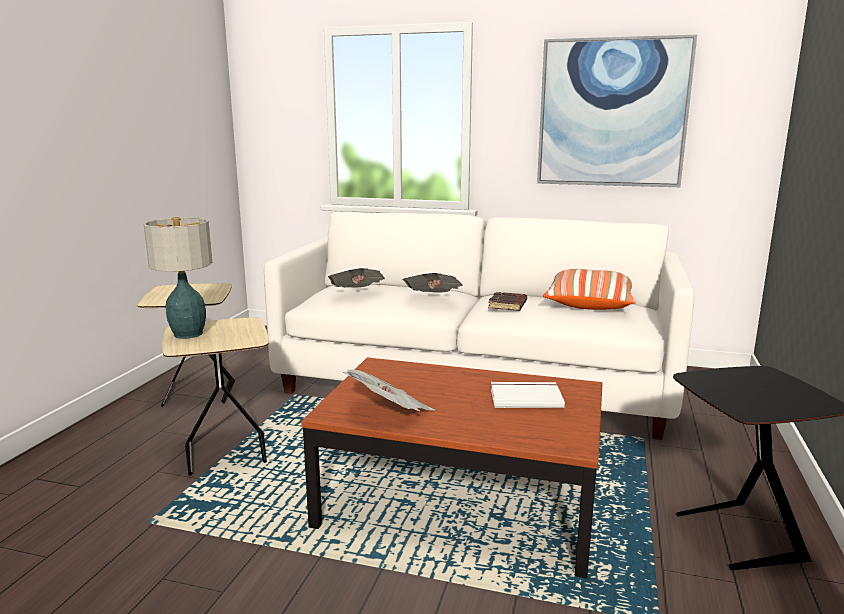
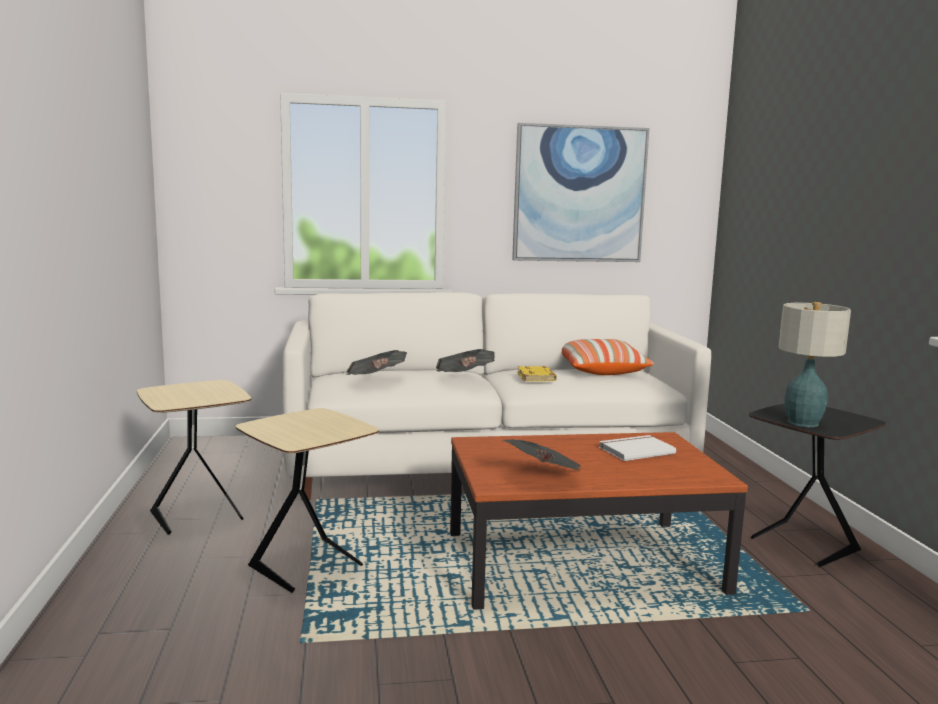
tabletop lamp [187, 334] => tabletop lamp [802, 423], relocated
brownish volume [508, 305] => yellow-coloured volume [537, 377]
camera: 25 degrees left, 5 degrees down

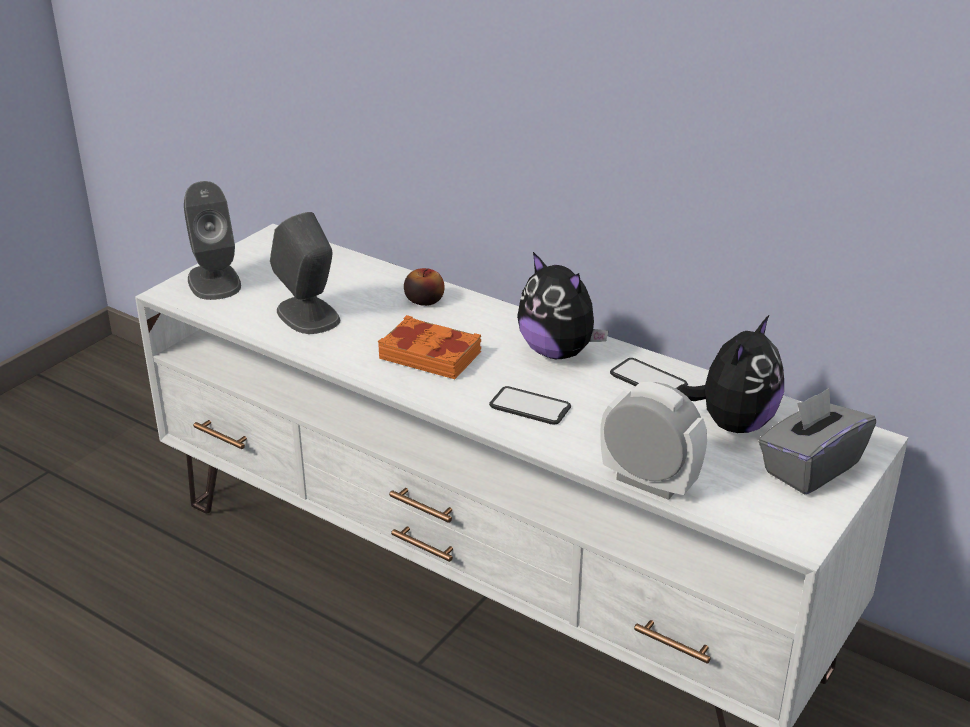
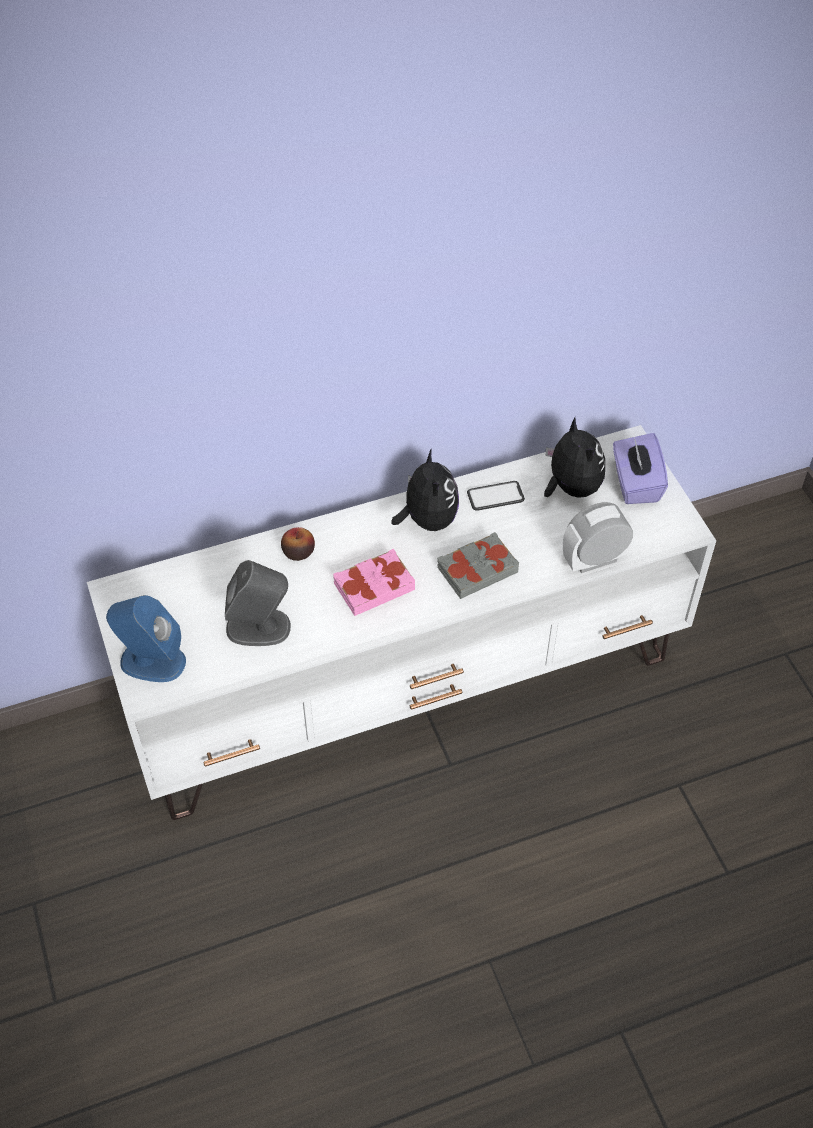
greyish speaker [214, 281] => blue-coloured speaker [152, 661]
orange volume [430, 355] => pink-coloured volume [373, 586]
telephone [530, 407] => greyish volume [476, 569]
cuddly toy [558, 352] => cuddly toy [427, 520], 90 degrees counterclockwise
greyish tissue box [810, 468] => purplish tissue box [635, 483]
camera: 55 degrees left, 20 degrees up

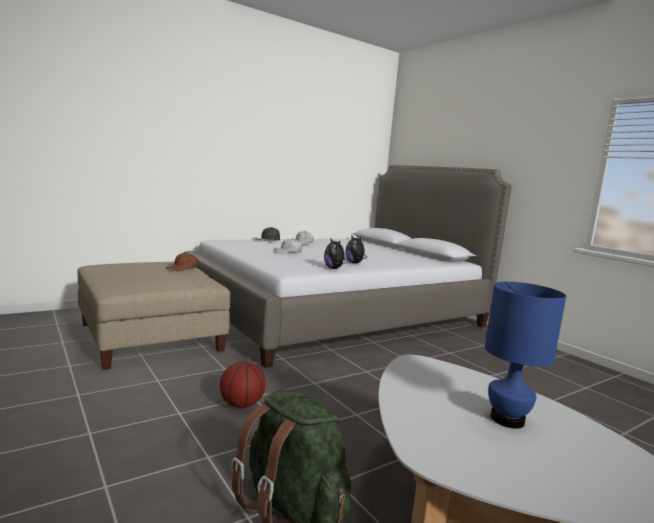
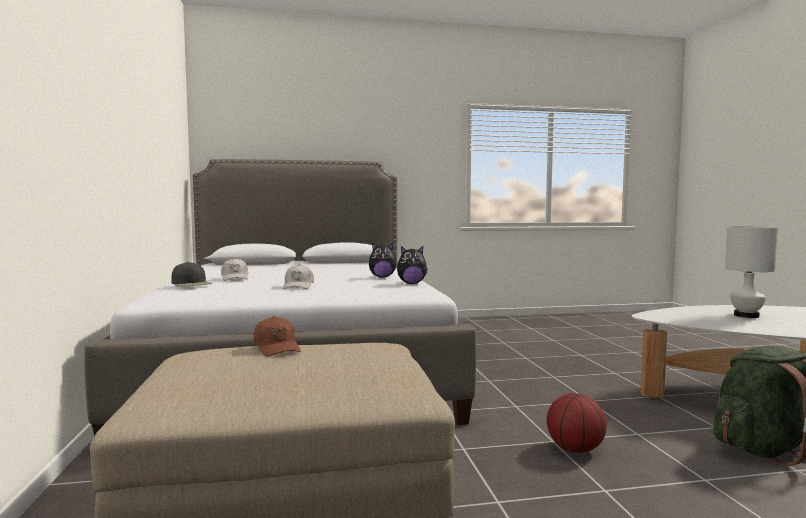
blue-coloured tabletop lamp [506, 419] => white tabletop lamp [746, 316]
camera: 65 degrees left, 5 degrees down

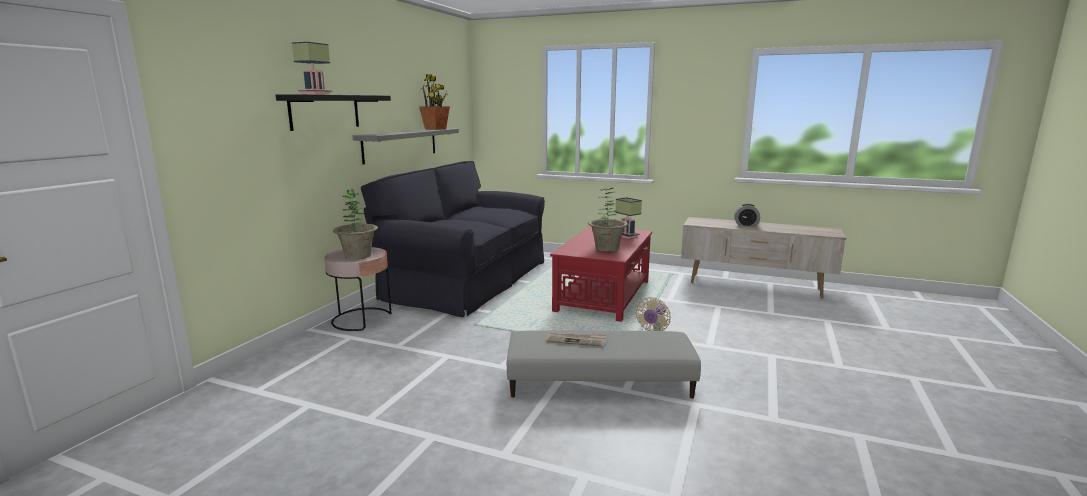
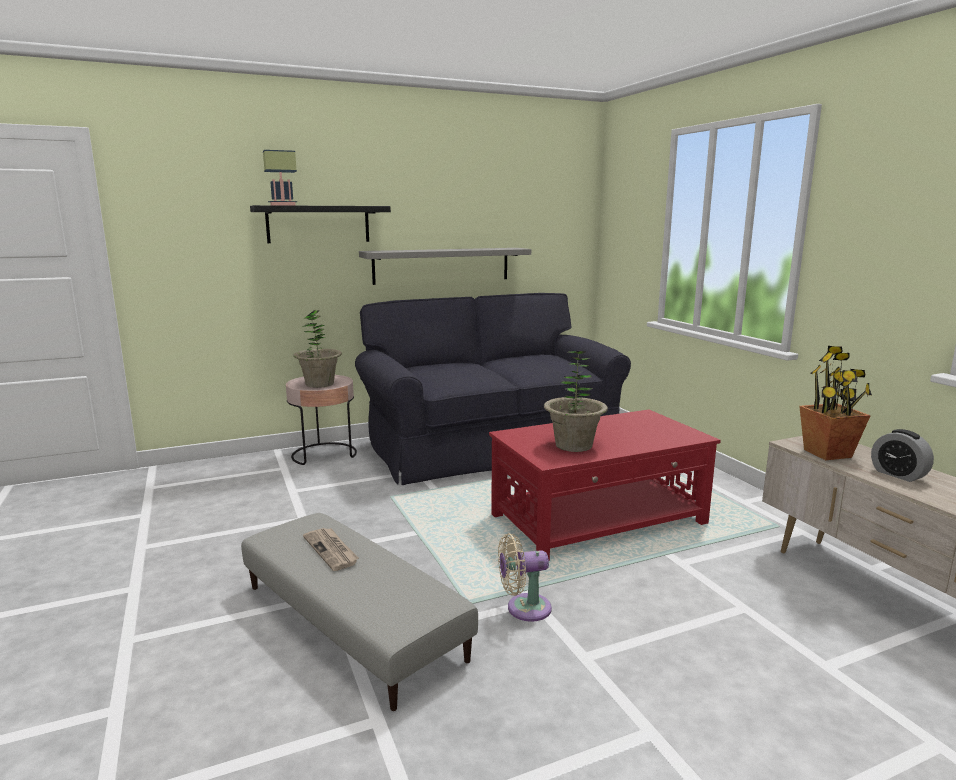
plant in a pot [435, 129] => plant in a pot [828, 453], relocated
tabletop lamp [628, 236] => nothing
camera: 45 degrees right, 0 degrees up

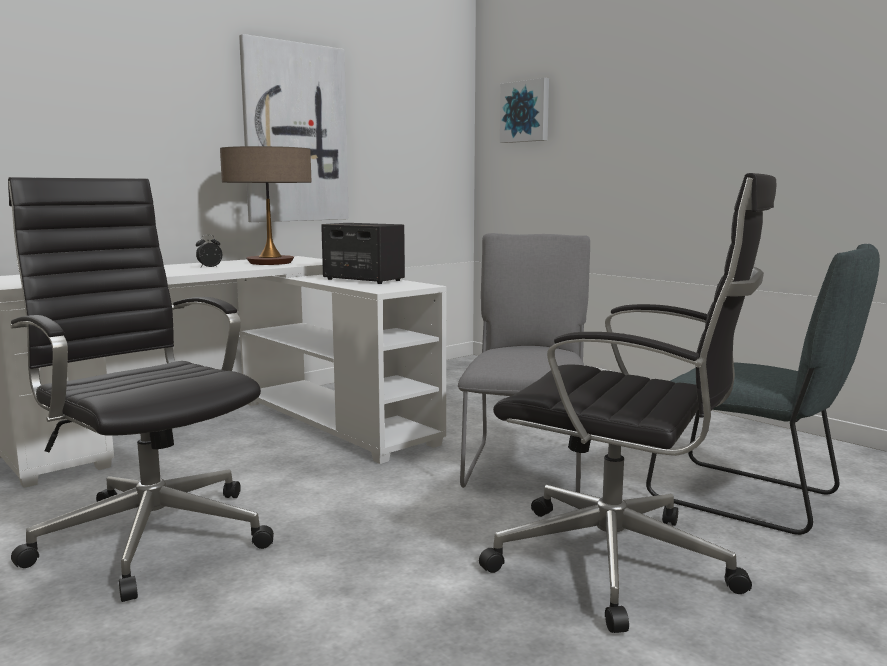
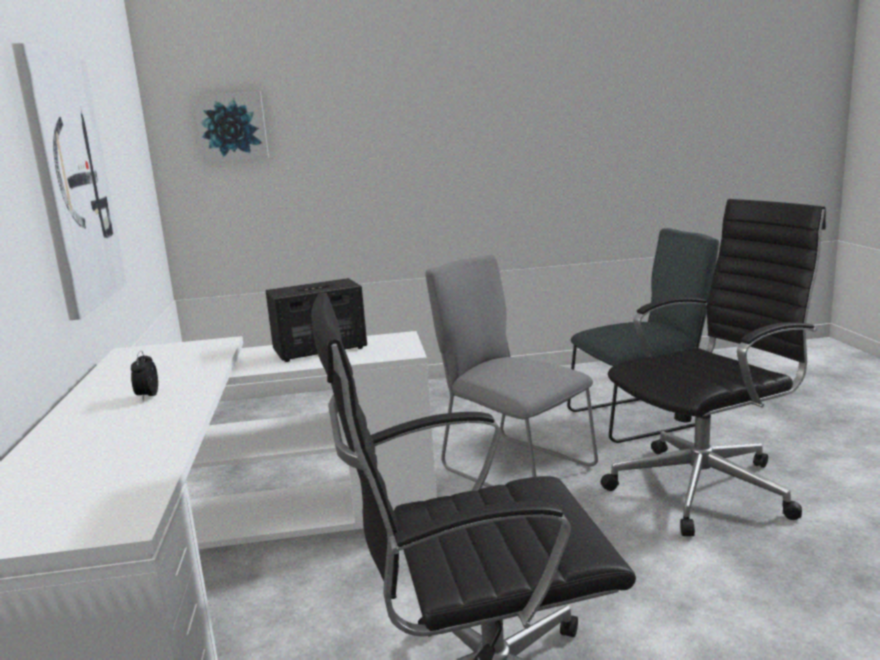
tabletop lamp [270, 263] => nothing
camera: 55 degrees left, 5 degrees up

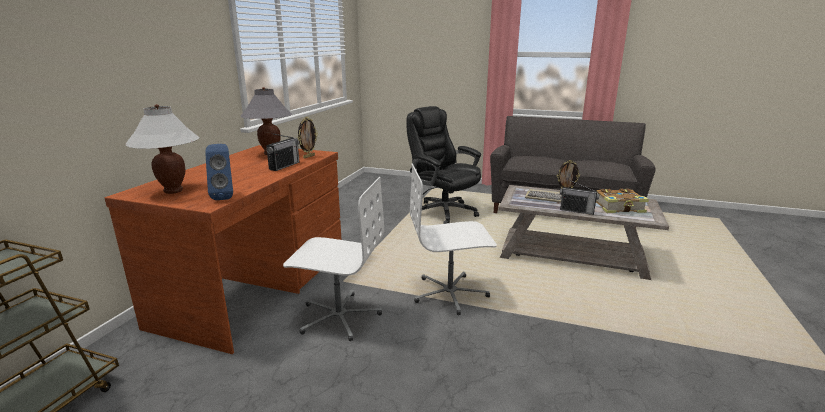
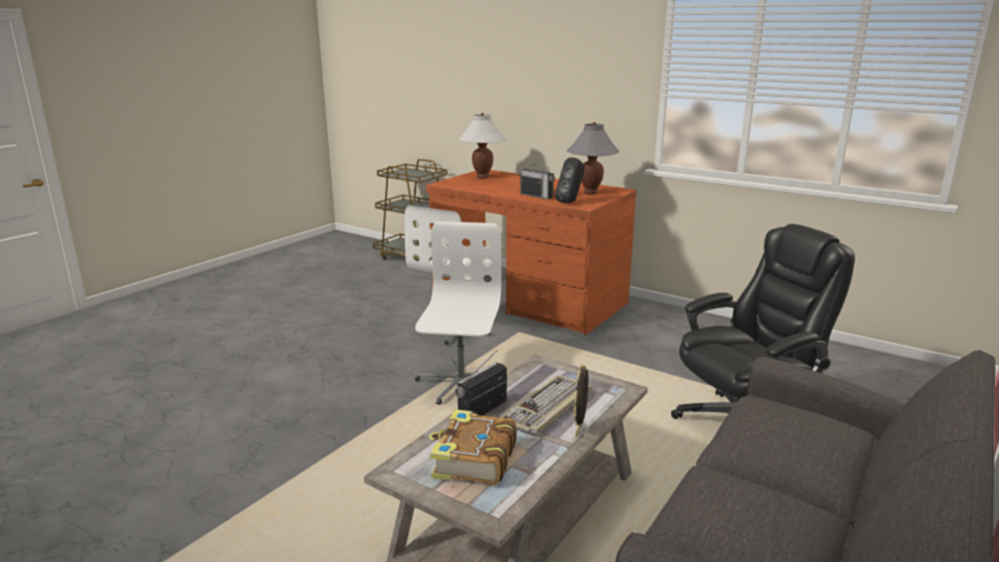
blue-coloured speaker [224, 197] => nothing
standing frame [308, 156] => black-coloured speaker [571, 202]
camera: 105 degrees right, 0 degrees up

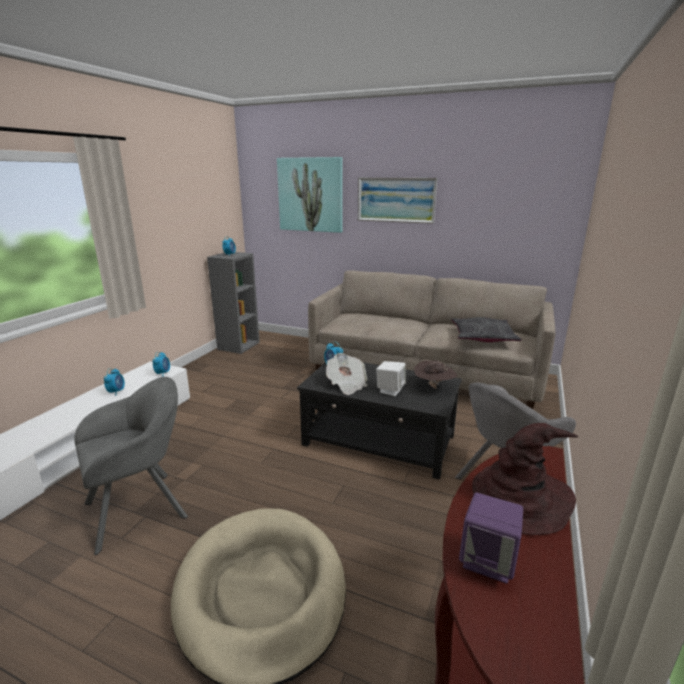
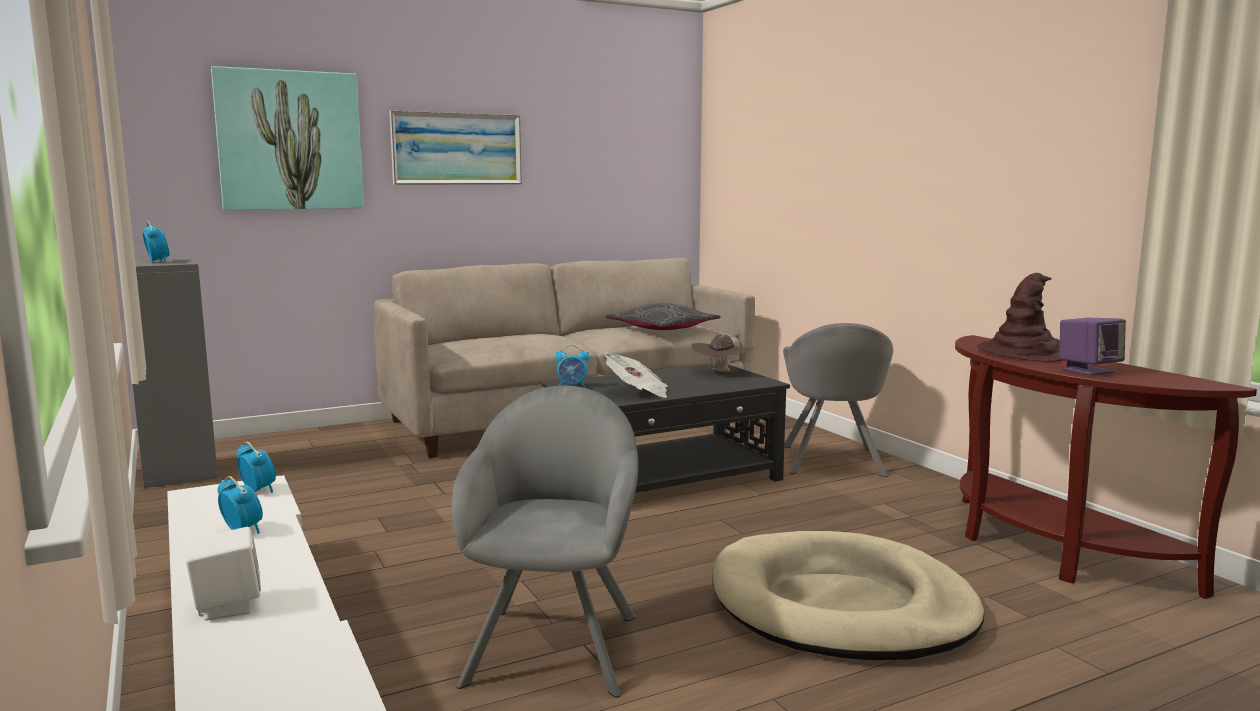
white speaker [390, 390] => white speaker [227, 606], relocated
camera: 50 degrees left, 10 degrees down

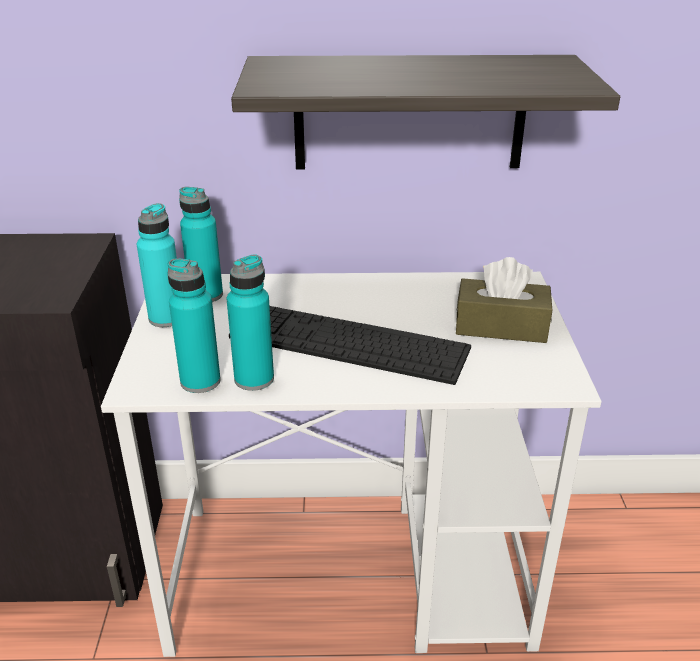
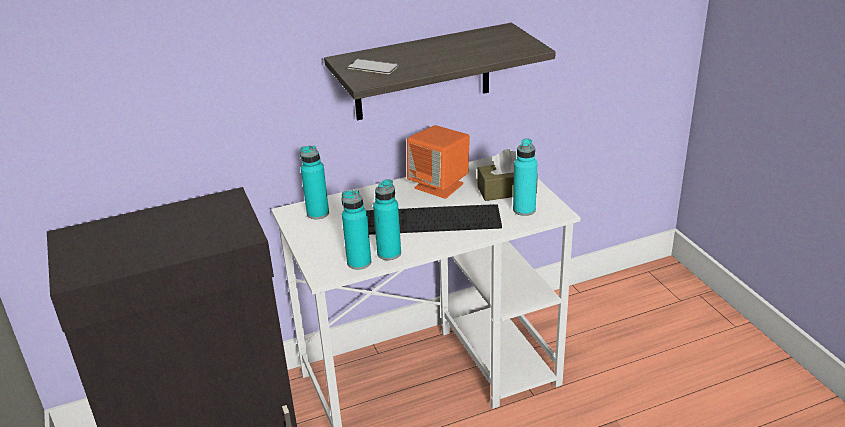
turquoise beverage bottle [166, 318] => turquoise beverage bottle [524, 210], relocated
nothing => telephone [372, 67]
nothing => orange speaker [440, 186]
camera: 20 degrees left, 0 degrees up

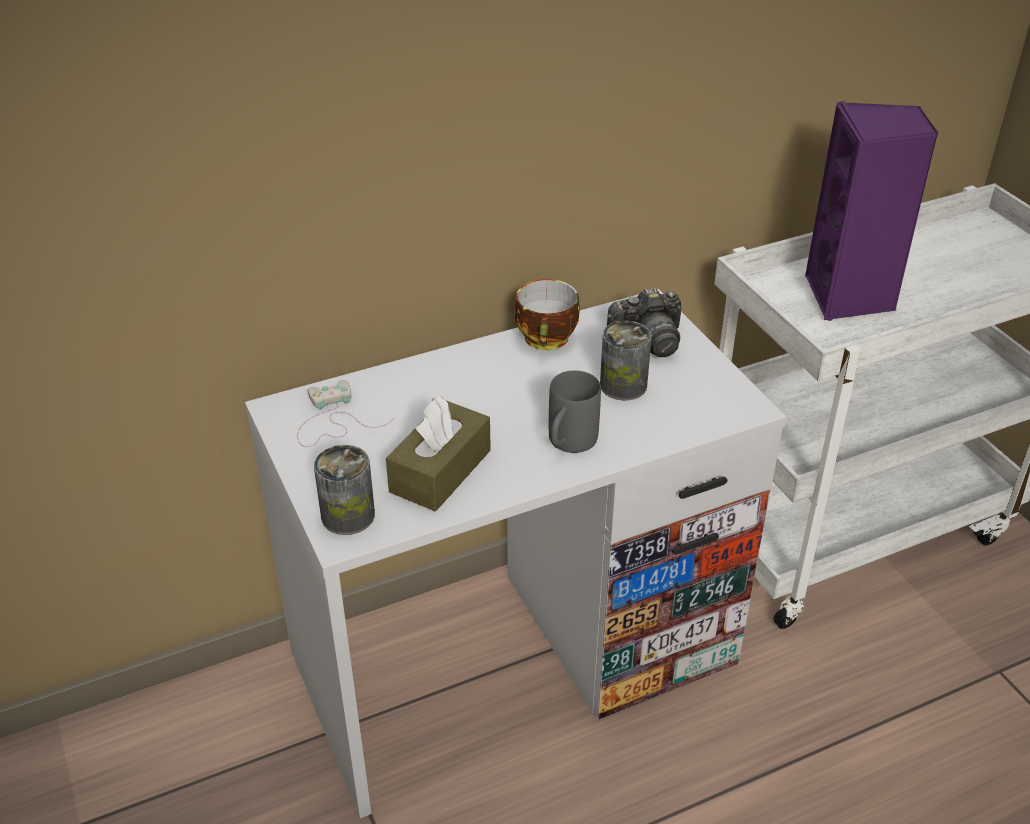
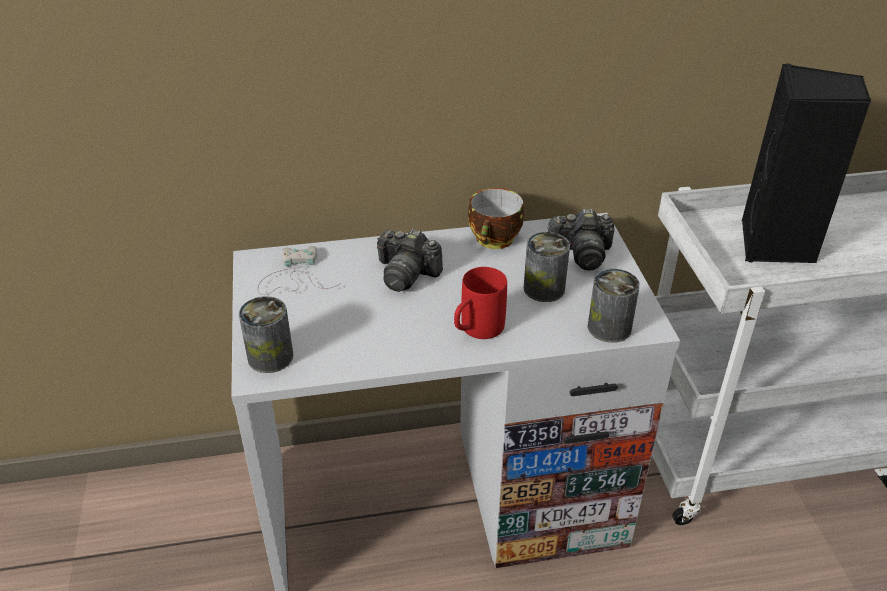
brownish tissue box [440, 471] => nothing
greyish coffee mug [568, 444] => reddish coffee mug [476, 330]
purplish speaker [850, 297] => black-coloured speaker [777, 245]
nothing => photo camera [406, 274]
nothing => can [609, 327]
camera: 15 degrees right, 0 degrees up

